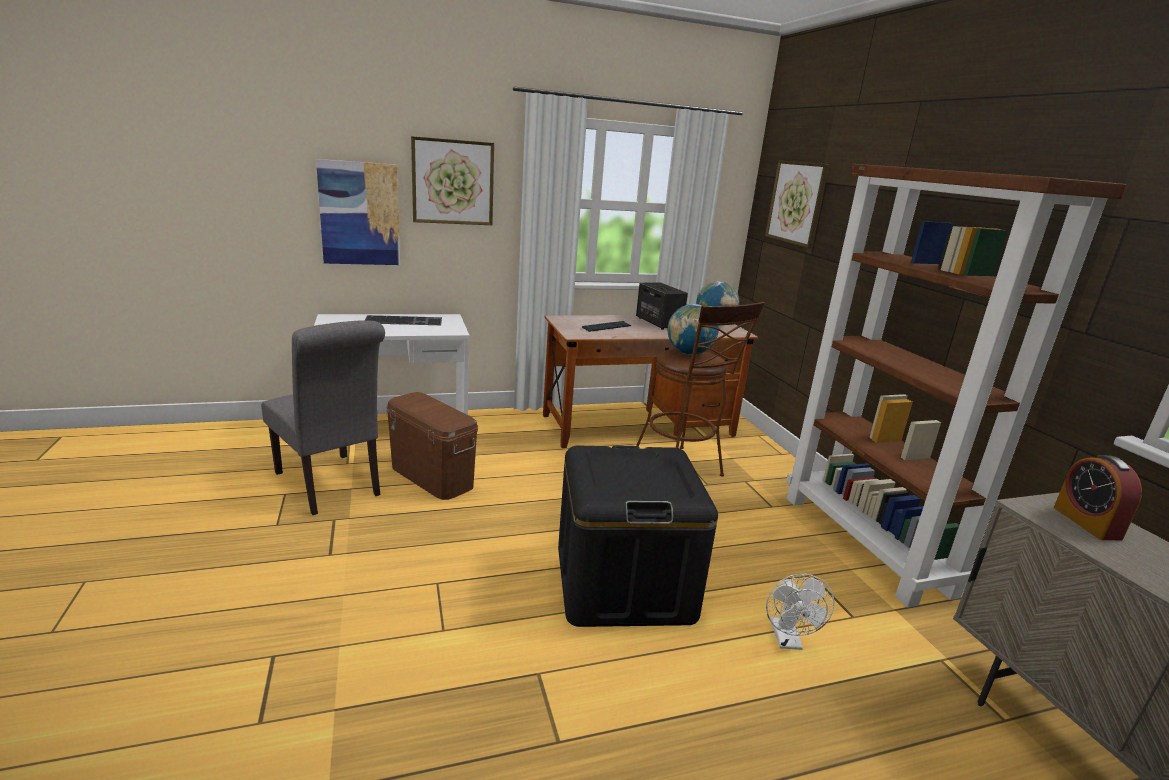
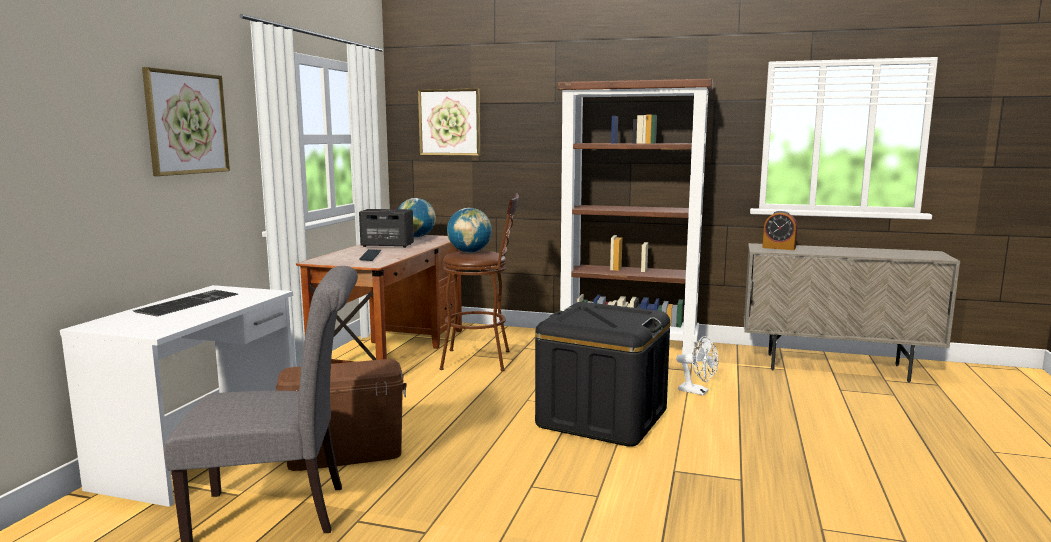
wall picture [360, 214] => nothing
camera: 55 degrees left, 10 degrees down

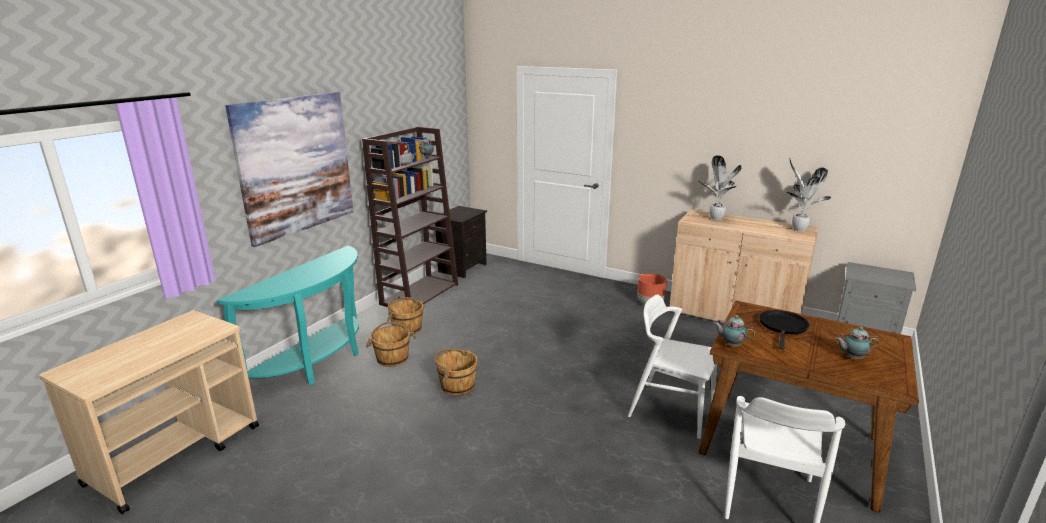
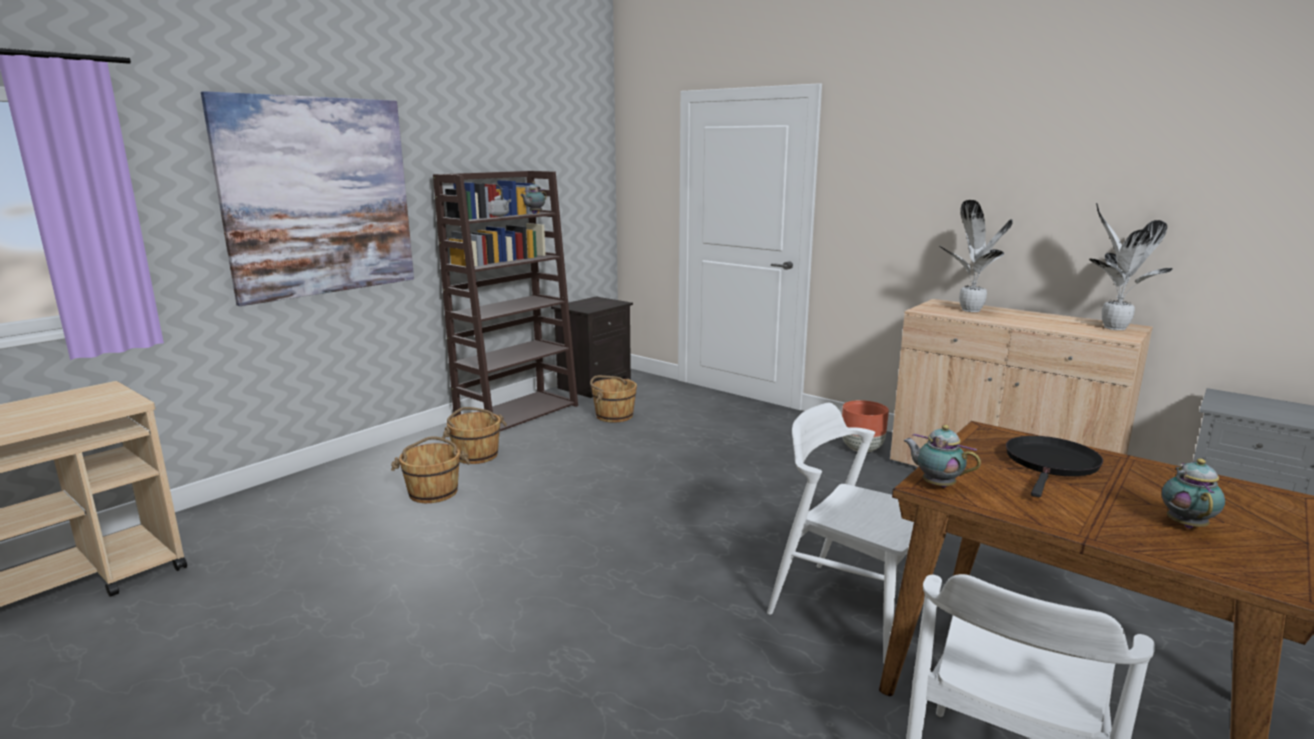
turquoise console table [318, 363] => nothing
brownish pail [457, 385] => brownish pail [613, 415], relocated
tea pot [851, 358] => tea pot [1185, 524], 90 degrees clockwise
camera: 10 degrees right, 5 degrees down

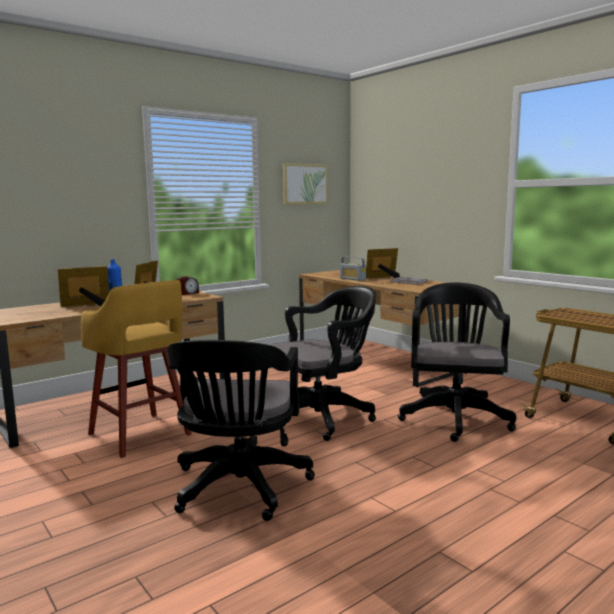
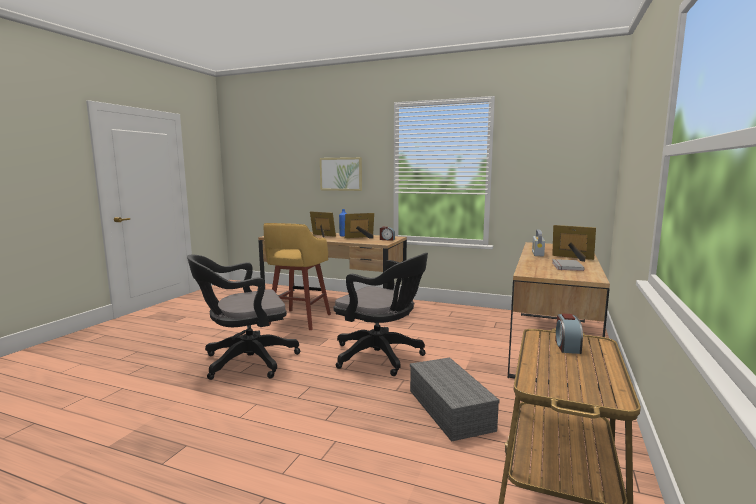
wall picture [305, 184] => wall picture [341, 174], relocated
black-coloured office chair [454, 417] => greyish storage box [451, 410]
nothing => bedside clock [567, 346]
camera: 60 degrees right, 0 degrees up

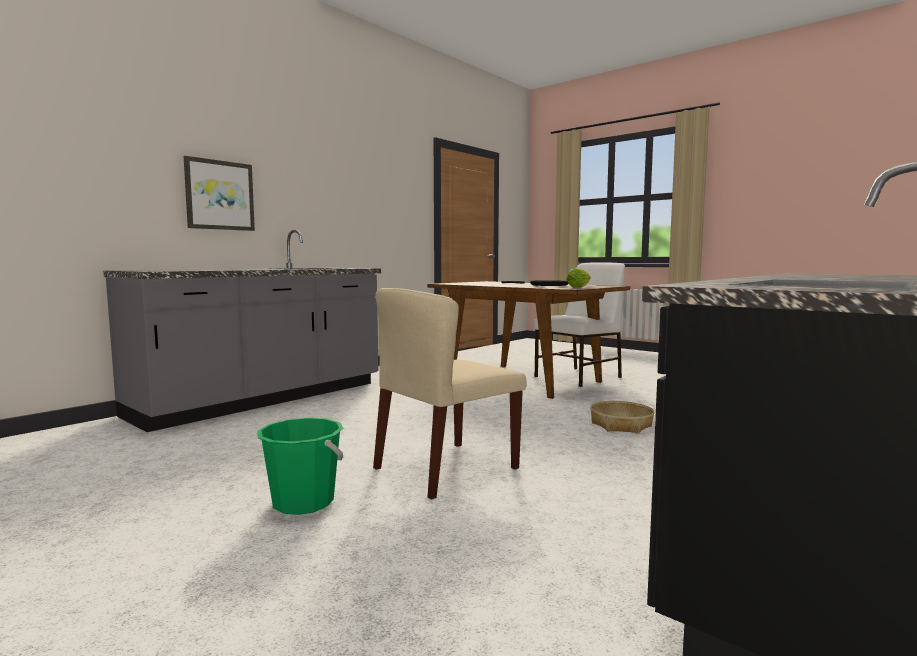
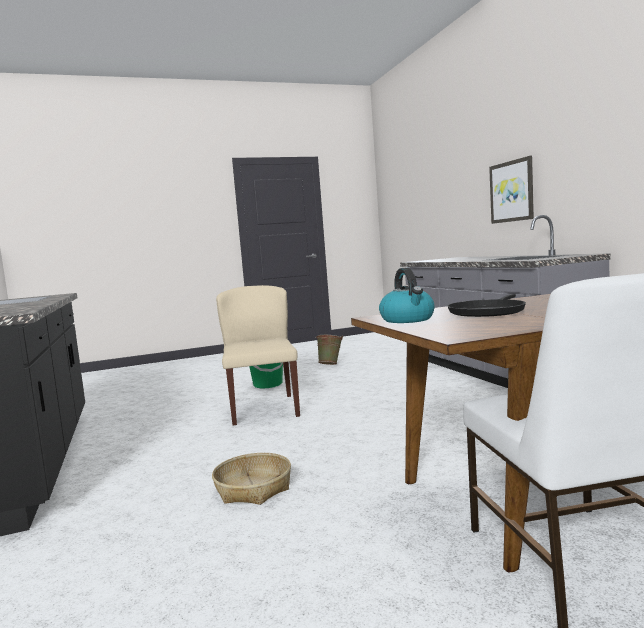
lettuce [579, 287] => kettle [408, 320]
nothing => green pail [330, 364]
camera: 120 degrees right, 0 degrees up

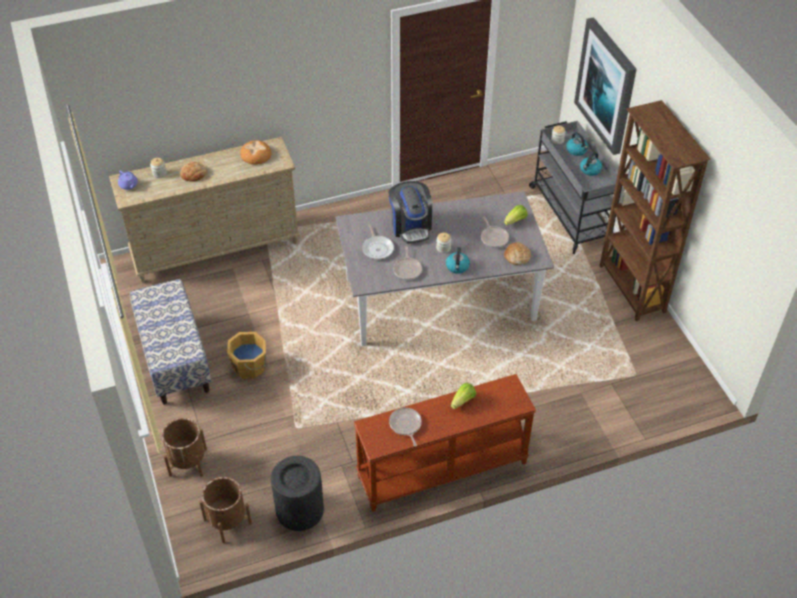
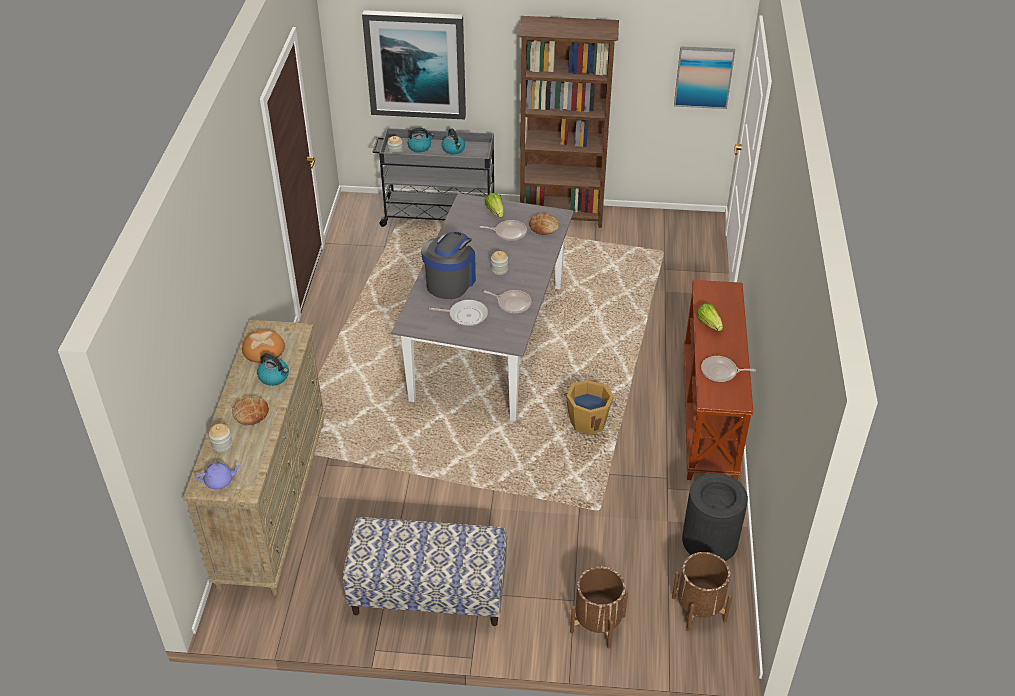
orange pail [250, 367] => orange pail [588, 421], relocated
coffee maker [411, 226] => coffee maker [450, 281], 75 degrees counterclockwise
kettle [457, 267] => kettle [274, 377], relocated
nothing => wall picture [703, 77]
camera: 65 degrees left, 5 degrees down

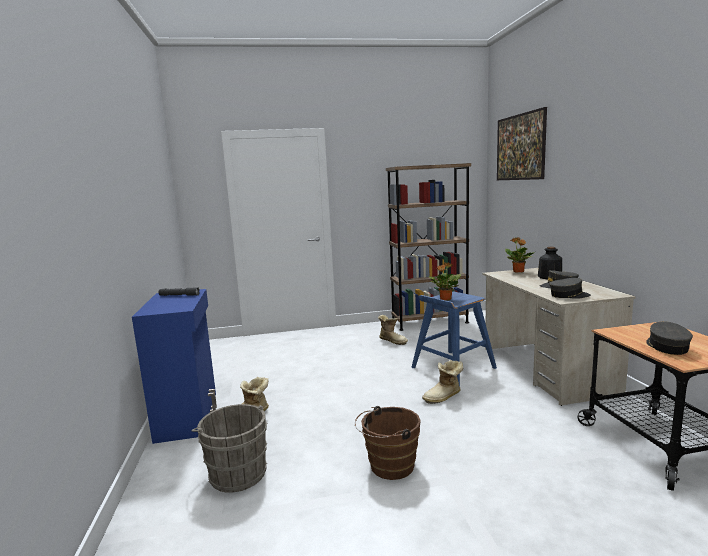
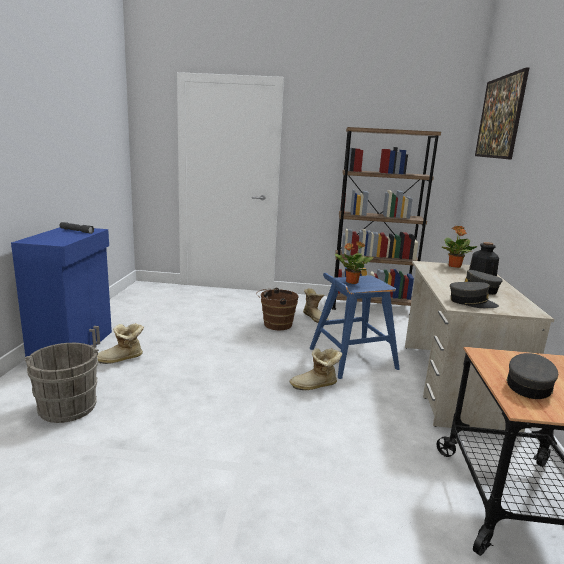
brownish pail [388, 466] => brownish pail [275, 324], relocated
camera: 15 degrees right, 5 degrees up

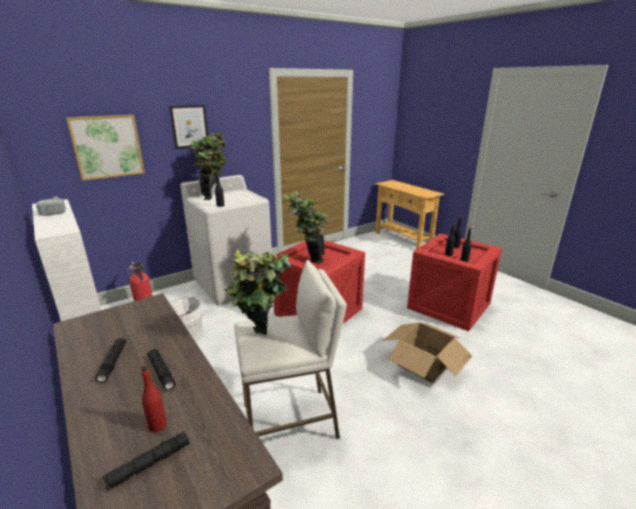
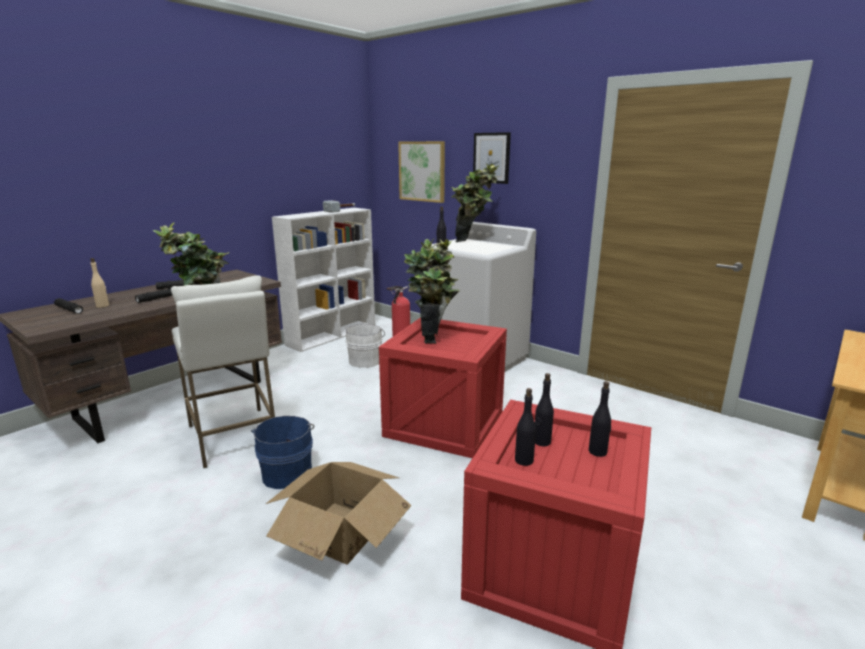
reddish beverage bottle [157, 425] => sand-coloured beverage bottle [103, 306]
nothing => blue-coloured pail [287, 472]
camera: 75 degrees right, 5 degrees down

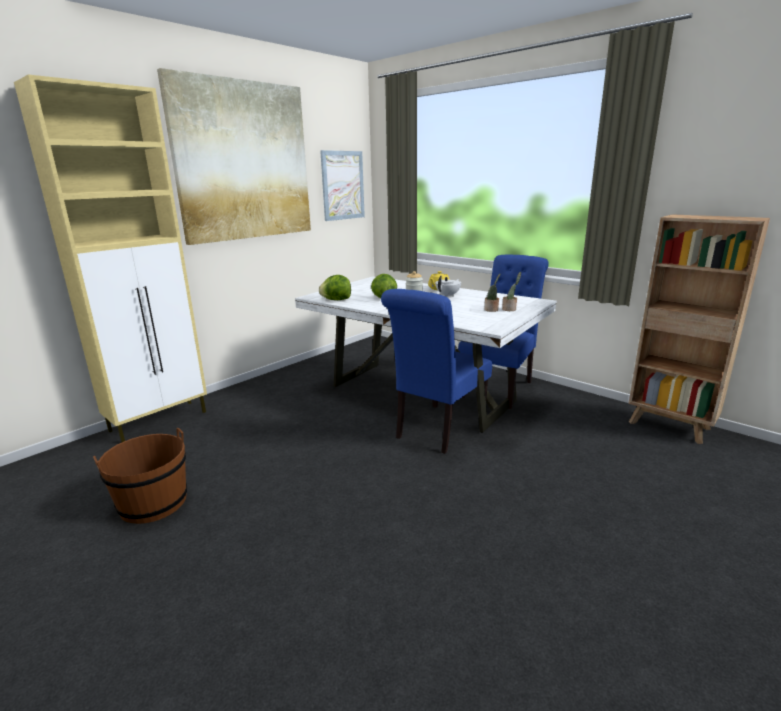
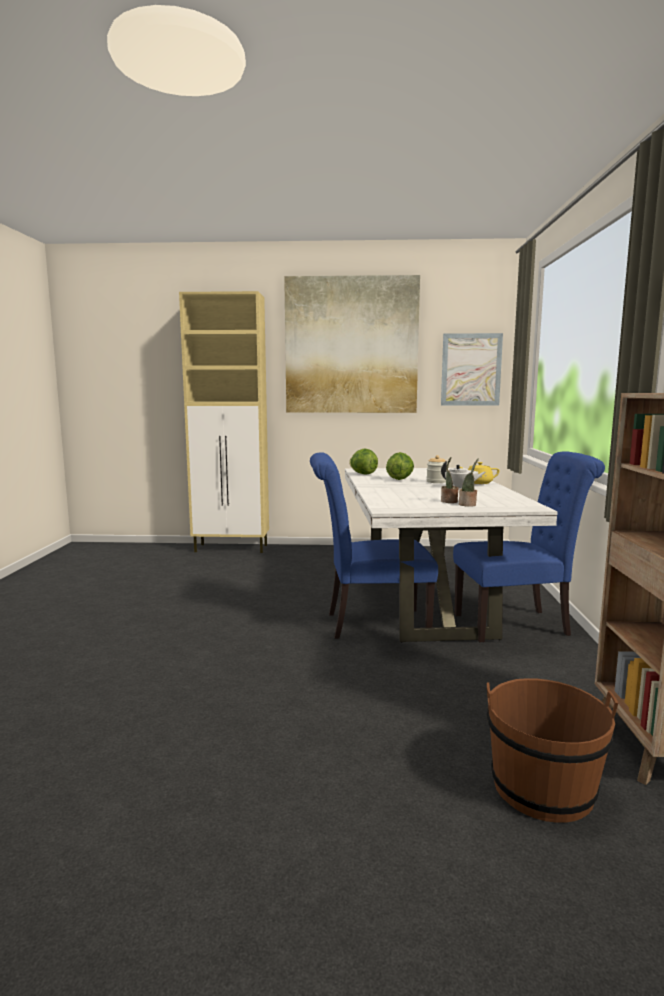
brownish pail [153, 503] => brownish pail [542, 788], relocated
camera: 50 degrees right, 10 degrees down

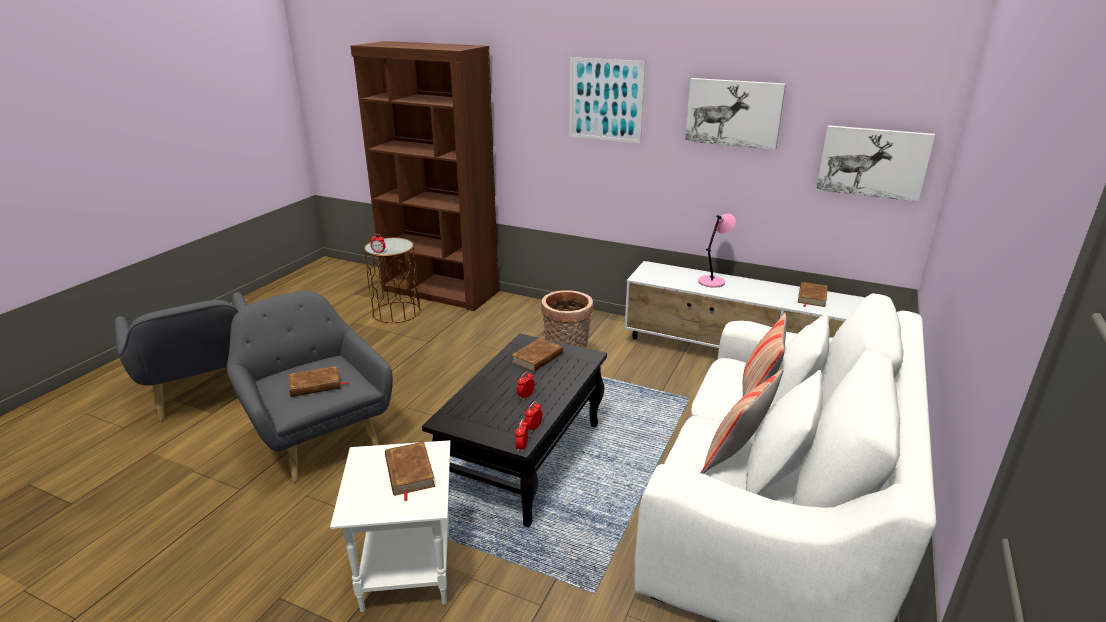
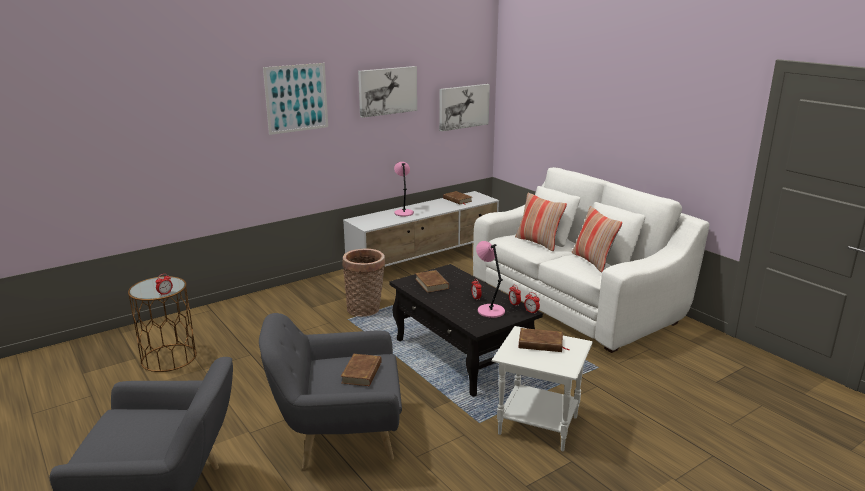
brownish shelving unit [440, 291] => nothing
nothing => pink-coloured tabletop lamp [490, 311]
camera: 60 degrees left, 5 degrees down

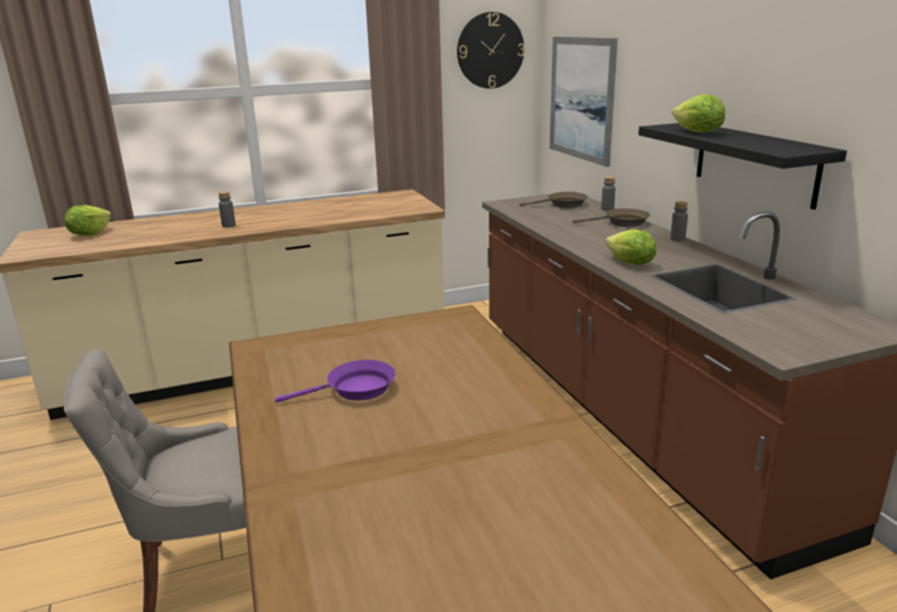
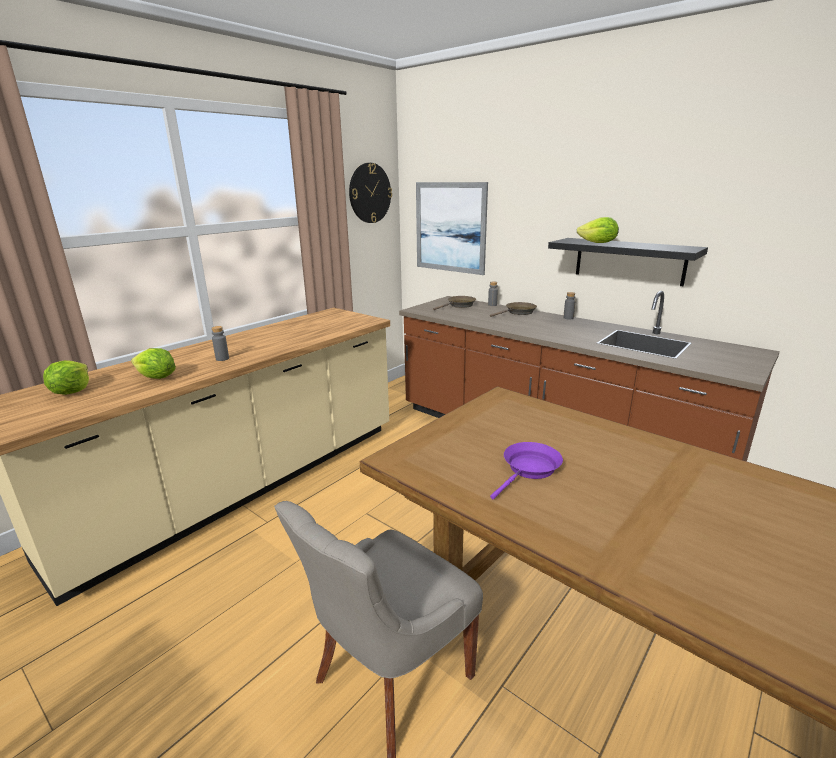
lettuce [630, 263] => lettuce [156, 378], relocated
camera: 30 degrees left, 0 degrees up

